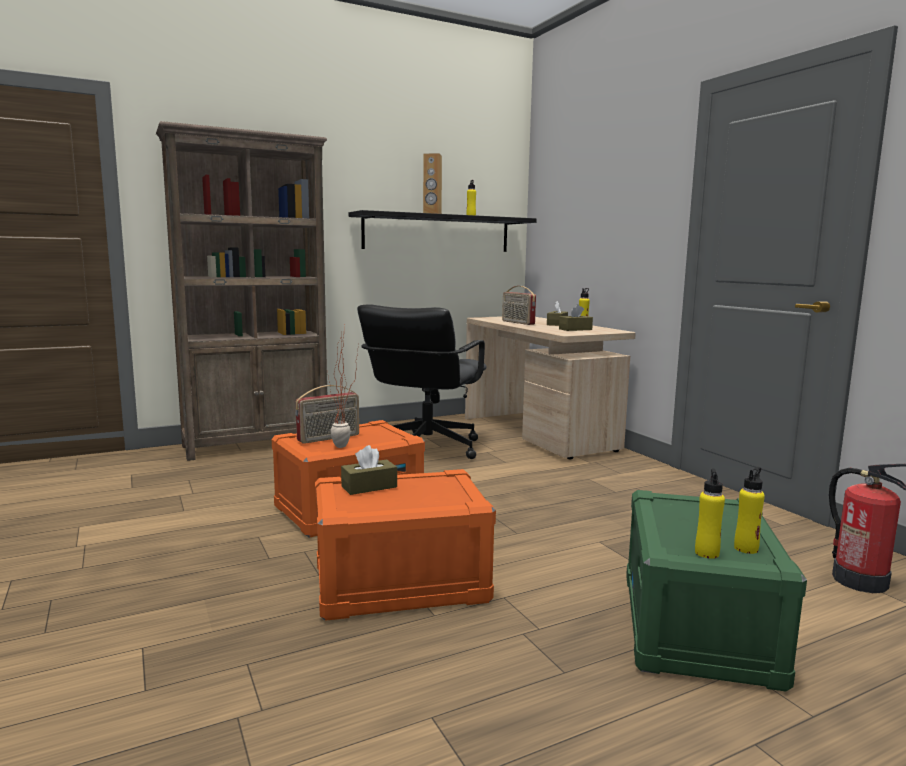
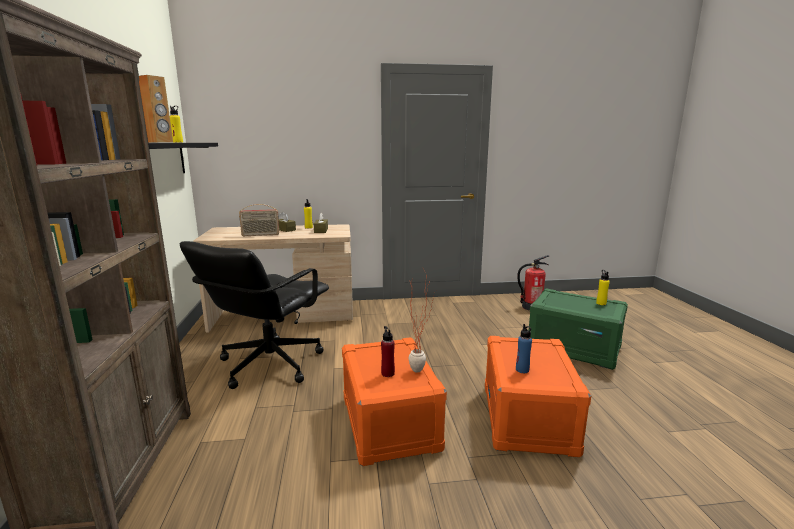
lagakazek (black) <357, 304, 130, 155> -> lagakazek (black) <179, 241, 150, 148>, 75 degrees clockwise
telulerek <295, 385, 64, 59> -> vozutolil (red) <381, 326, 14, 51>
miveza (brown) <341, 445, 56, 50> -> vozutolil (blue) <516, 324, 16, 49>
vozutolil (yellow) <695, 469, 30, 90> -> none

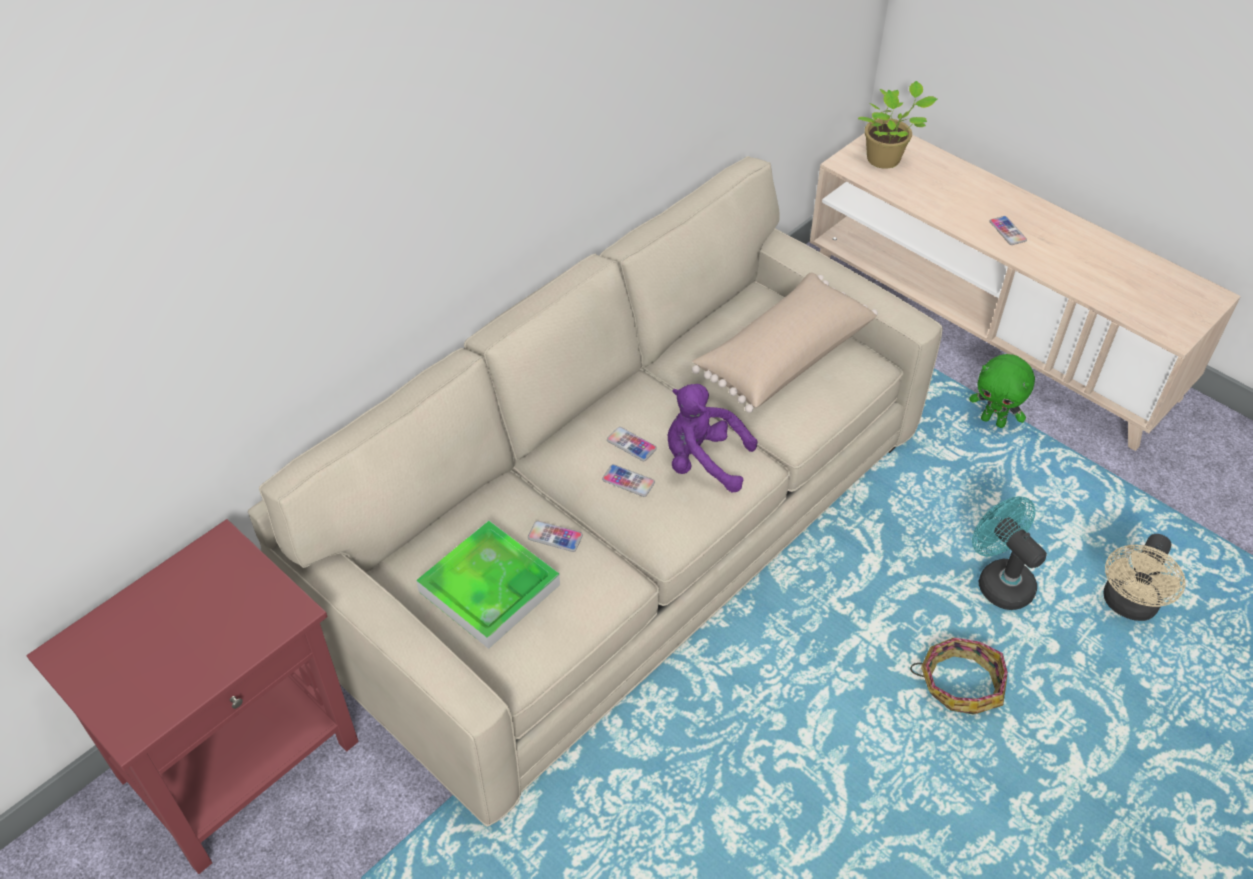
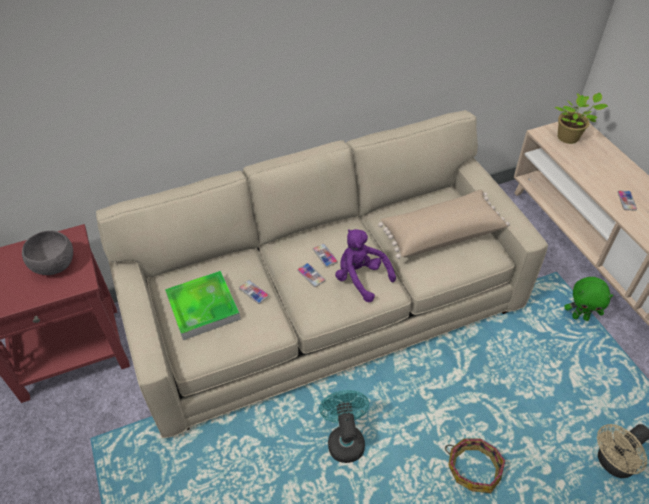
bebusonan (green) <969, 354, 66, 74> -> bebusonan (green) <564, 277, 49, 44>, 45 degrees counterclockwise
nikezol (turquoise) <972, 496, 75, 114> -> nikezol (turquoise) <319, 390, 50, 73>, moved
none -> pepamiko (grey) <22, 230, 51, 45>

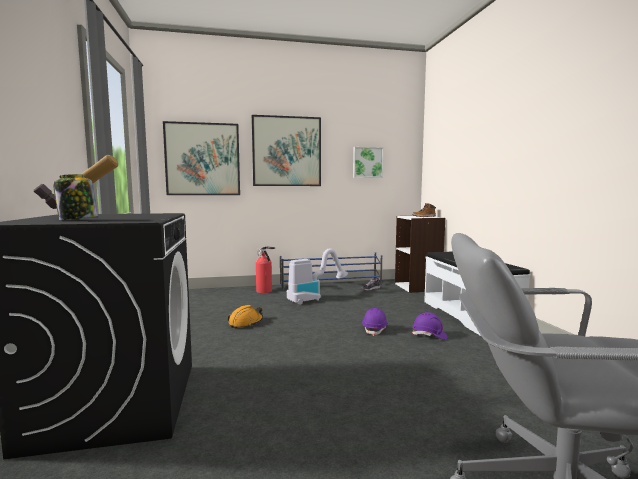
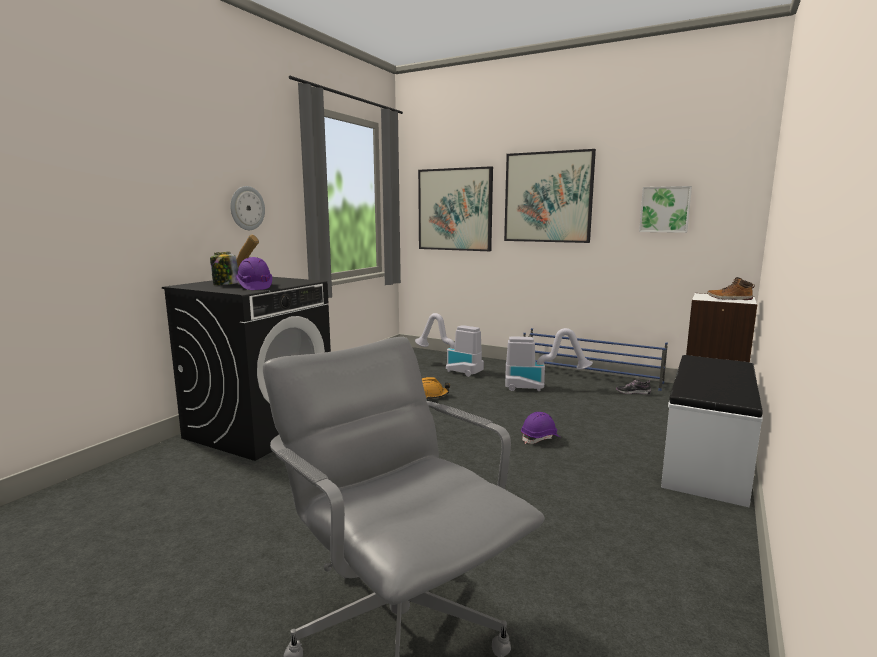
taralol <256, 246, 19, 47> -> none
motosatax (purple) <412, 312, 35, 28> -> motosatax (purple) <236, 257, 36, 33>, moved
none -> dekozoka <230, 186, 35, 44>
none -> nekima <415, 313, 69, 64>

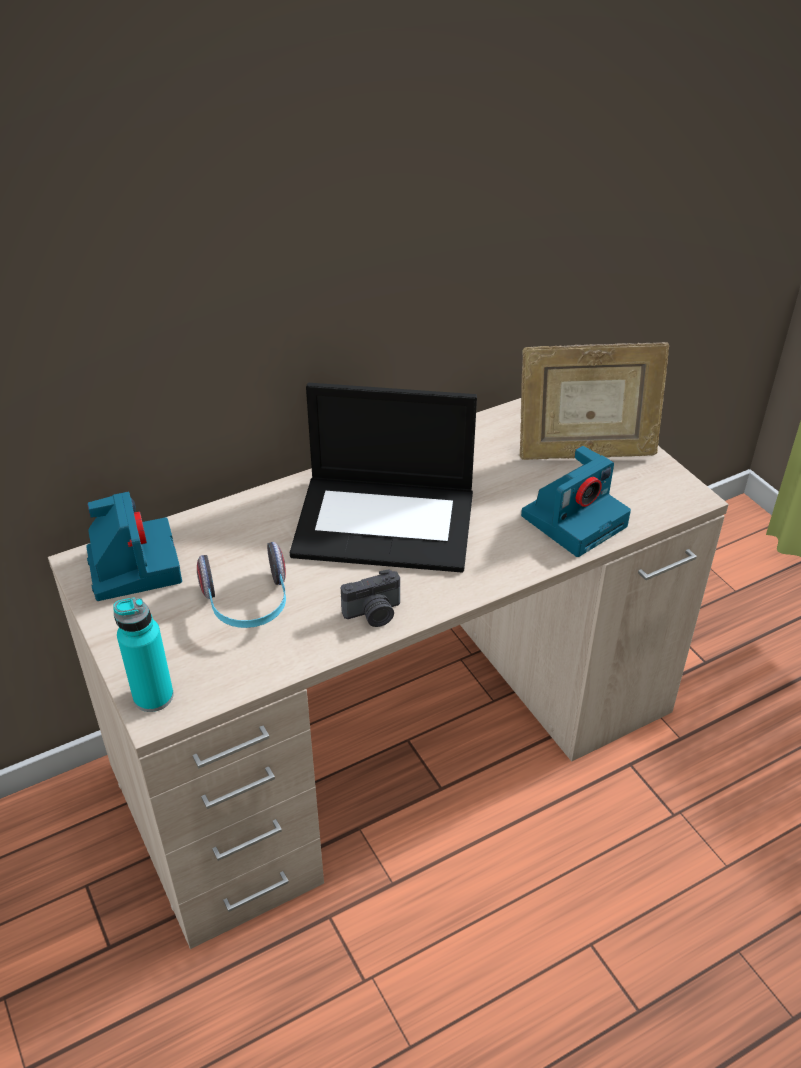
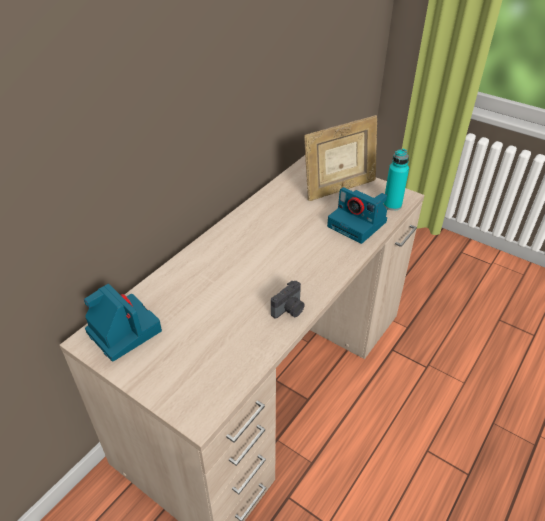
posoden <290, 383, 187, 189> -> none
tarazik <521, 446, 110, 111> -> tarazik <327, 187, 60, 57>, 105 degrees clockwise
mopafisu <197, 542, 89, 86> -> none
vozutolil (turquoise) <113, 597, 61, 115> -> vozutolil (turquoise) <383, 149, 26, 62>, moved

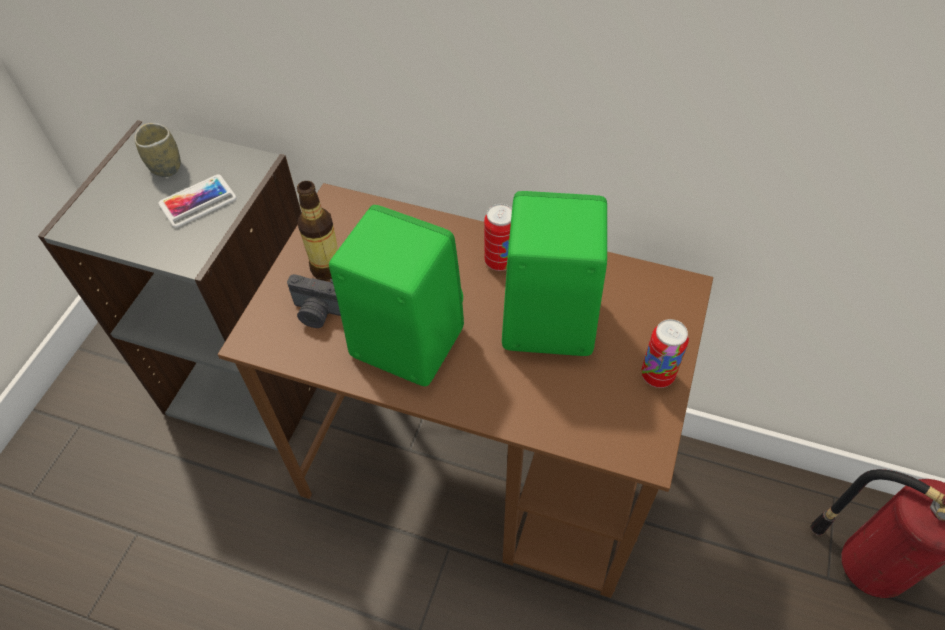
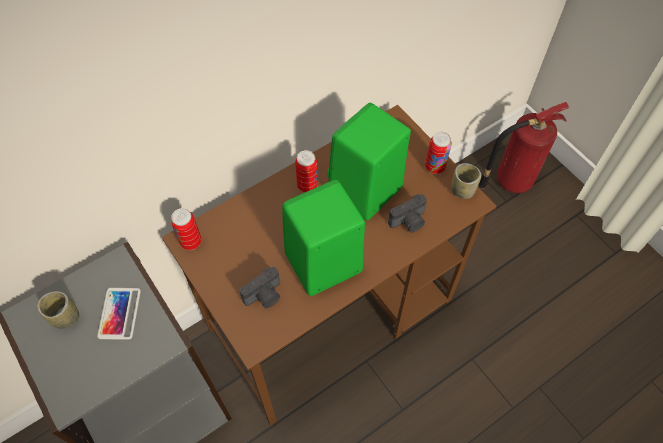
vozutolil <297, 181, 41, 100> -> none
none -> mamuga <451, 163, 30, 36>
none -> tarazik <388, 194, 39, 39>
none -> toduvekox <171, 208, 31, 42>

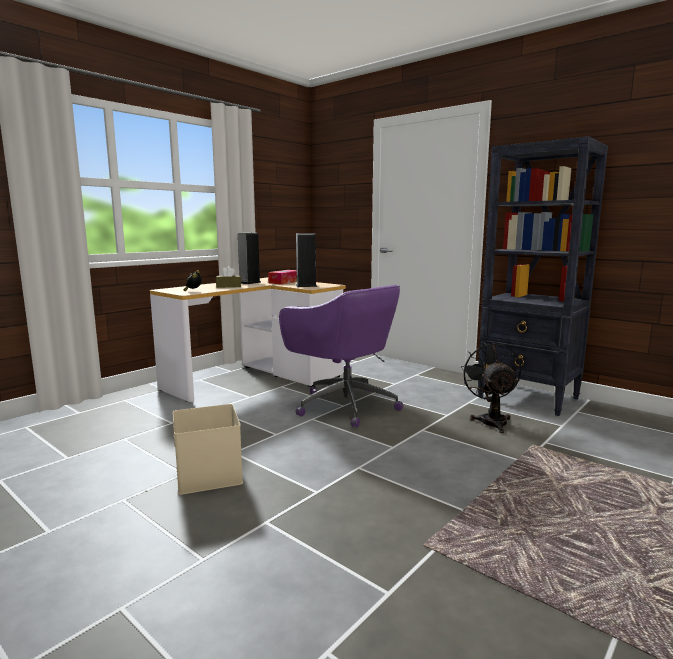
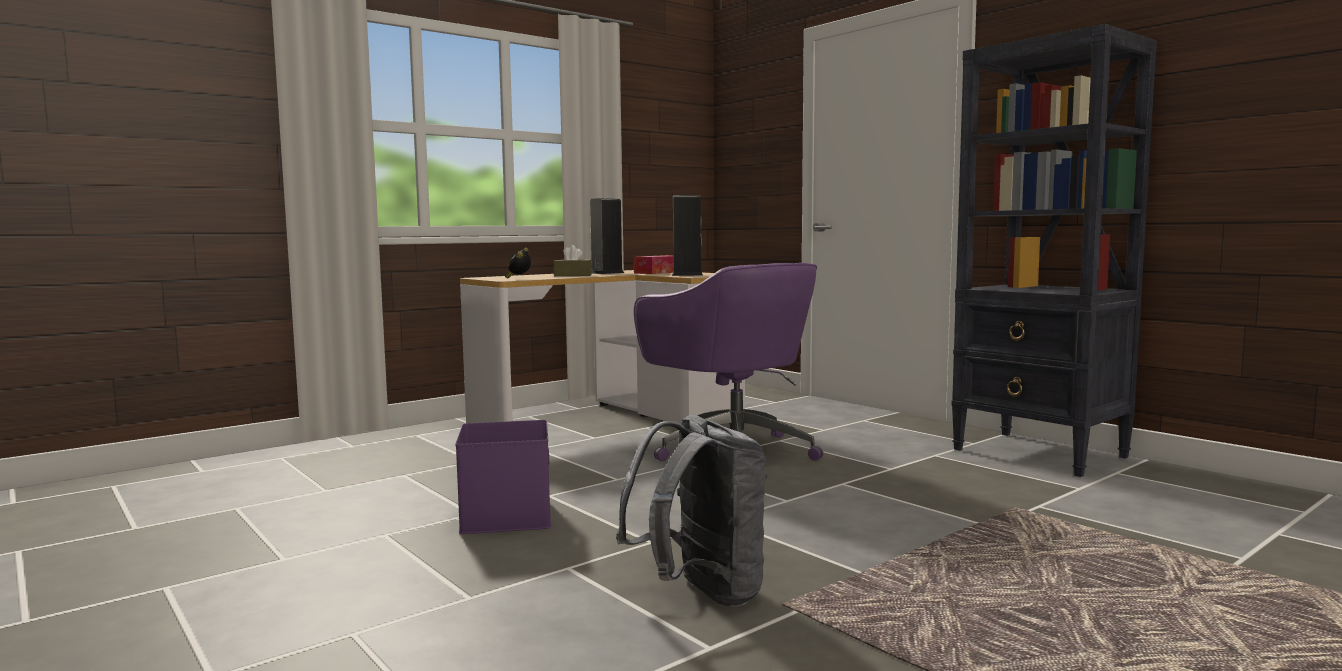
nikezol (black) <461, 342, 60, 91> -> none
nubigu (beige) <173, 404, 70, 91> -> nubigu (purple) <456, 420, 95, 114>
none -> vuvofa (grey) <616, 415, 151, 192>

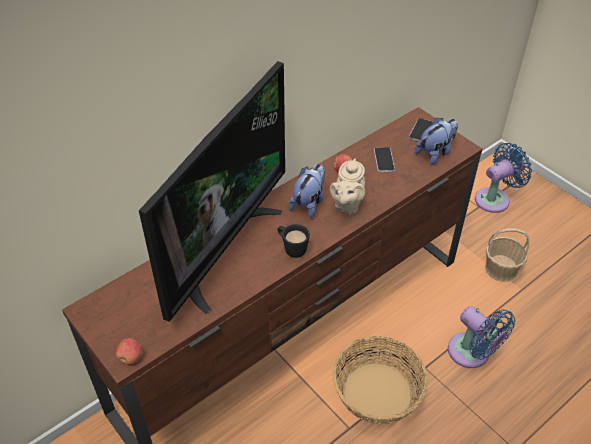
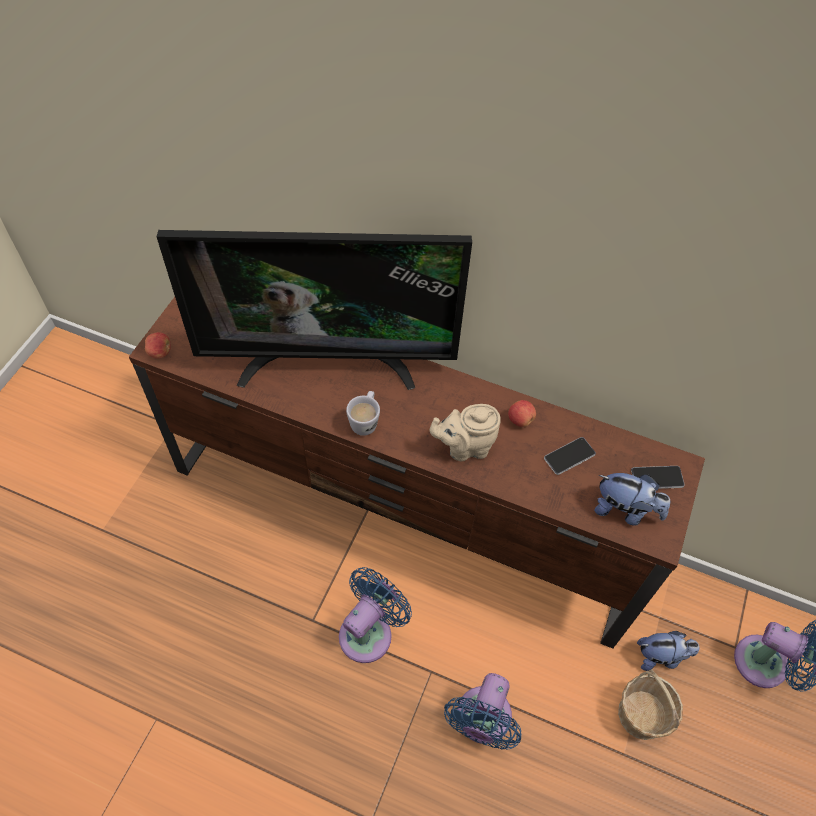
bebusonan <288, 164, 37, 54> -> bebusonan <637, 631, 62, 40>, moved
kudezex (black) <278, 224, 32, 34> -> kudezex (white) <346, 391, 34, 45>
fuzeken <333, 336, 95, 88> -> nikezol (blue) <339, 567, 73, 96>

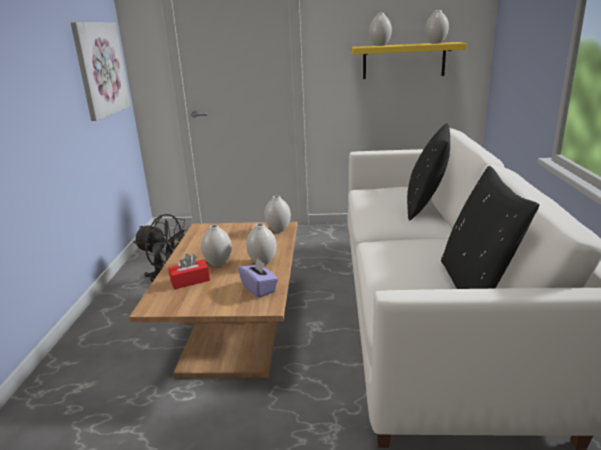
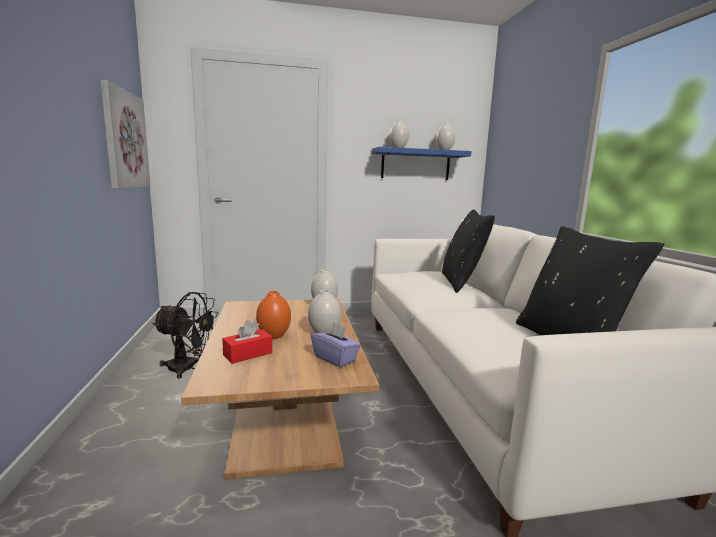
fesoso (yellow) <351, 42, 116, 37> -> fesoso (blue) <372, 147, 100, 33>
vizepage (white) <201, 225, 31, 41> -> vizepage (orange) <256, 291, 35, 48>

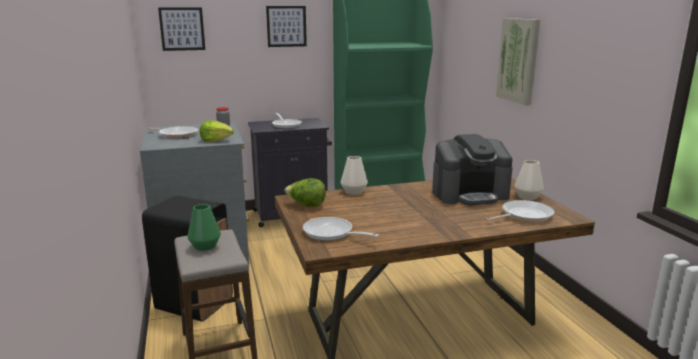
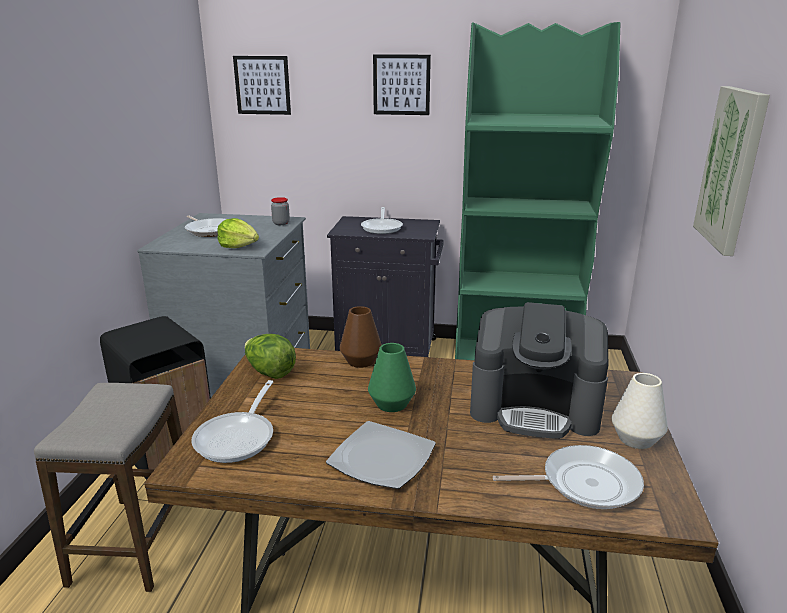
vizepage (white) <341, 156, 27, 39> -> vizepage (brown) <339, 306, 43, 62>
vizepage (green) <187, 204, 34, 47> -> vizepage (green) <368, 343, 48, 69>, moved
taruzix <303, 217, 76, 24> -> taruzix <191, 380, 82, 83>, 135 degrees counterclockwise
none -> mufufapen <326, 421, 110, 68>

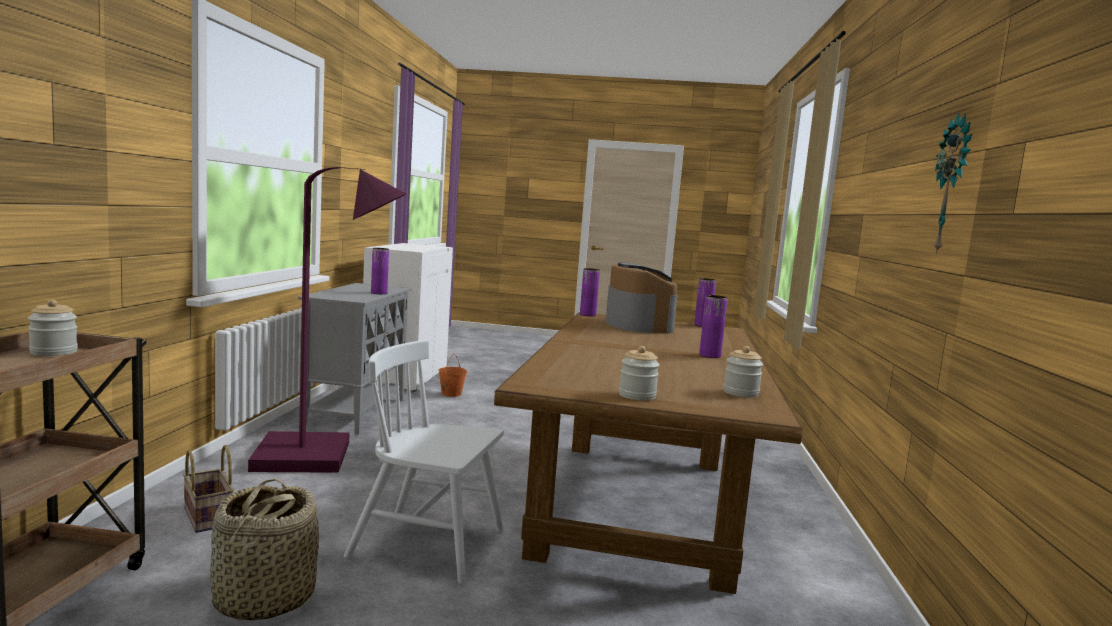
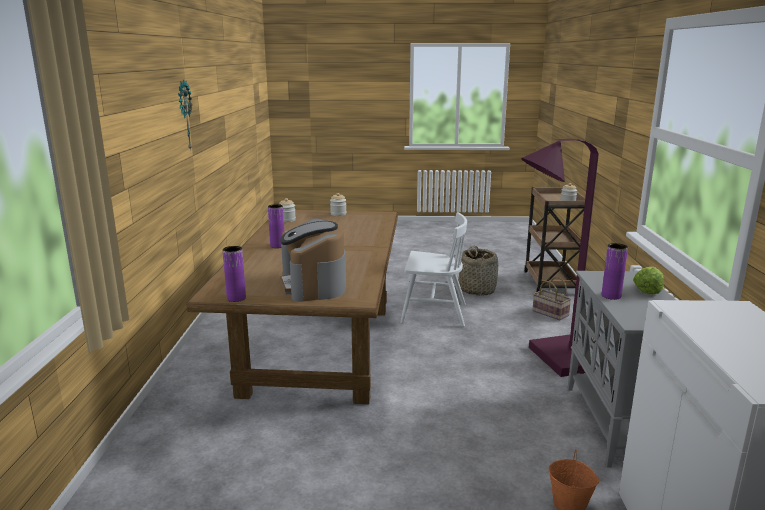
vizepage (purple) <580, 268, 20, 48> -> none
none -> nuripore <633, 267, 31, 27>

